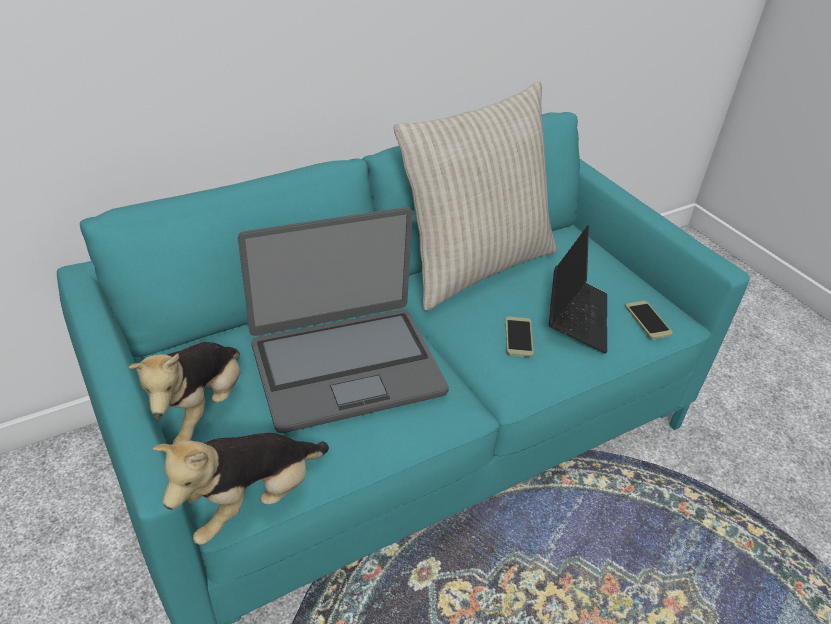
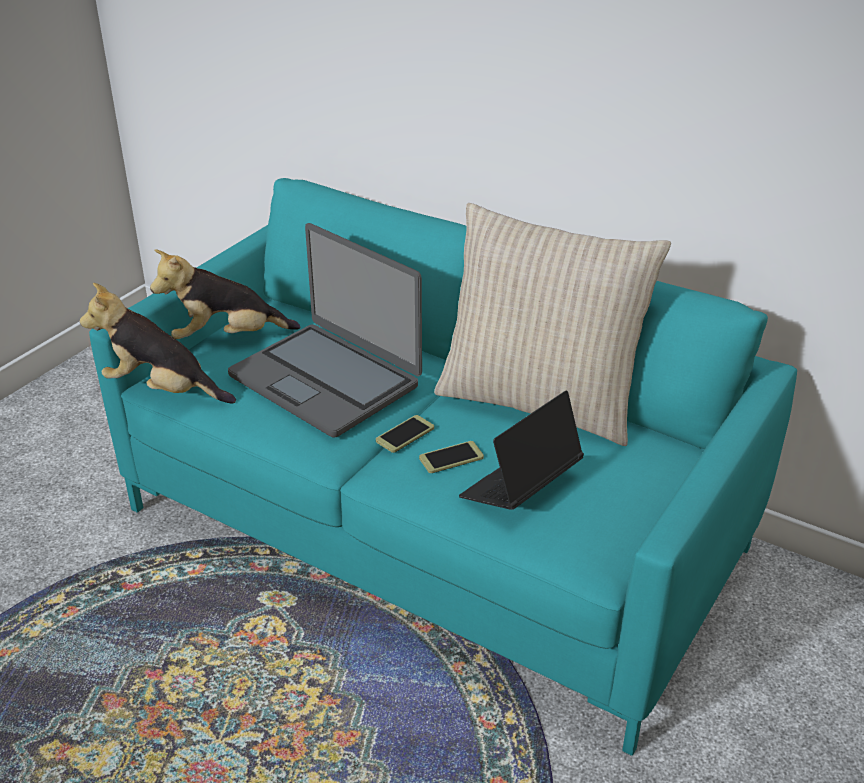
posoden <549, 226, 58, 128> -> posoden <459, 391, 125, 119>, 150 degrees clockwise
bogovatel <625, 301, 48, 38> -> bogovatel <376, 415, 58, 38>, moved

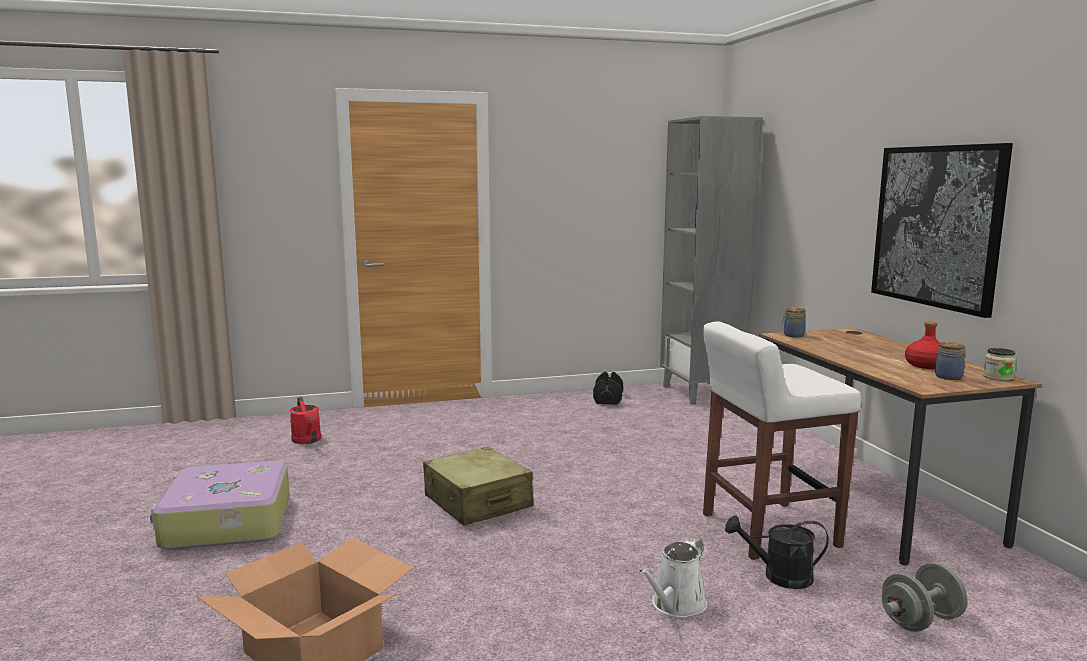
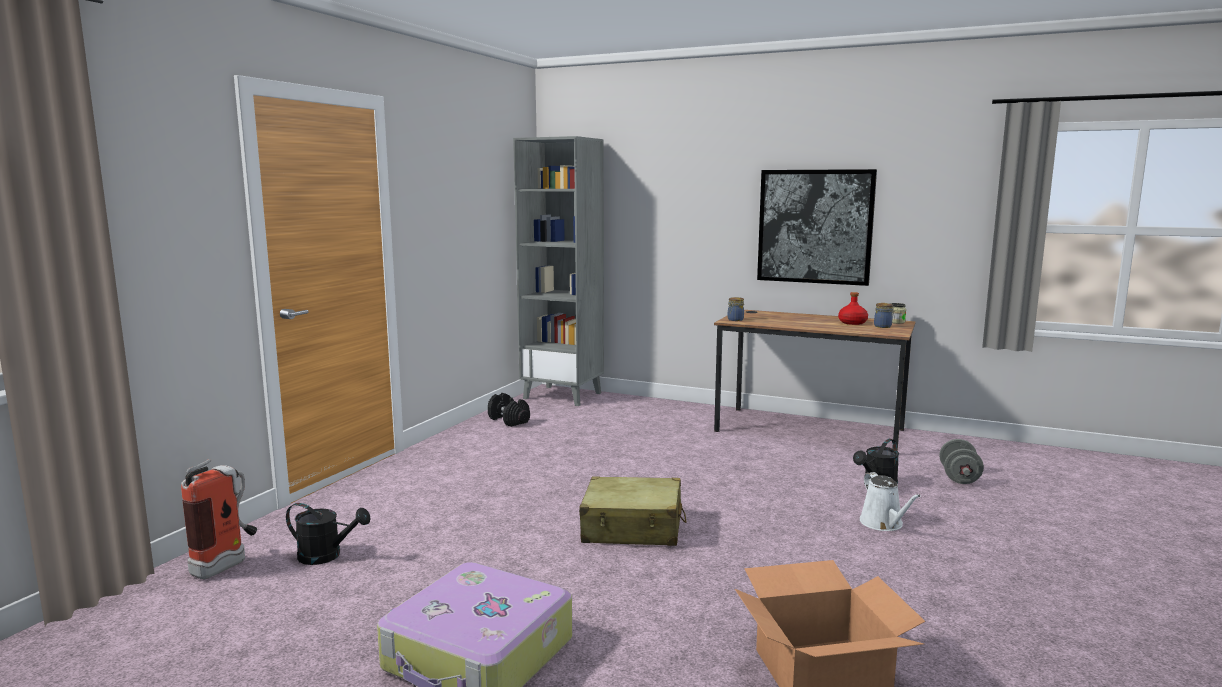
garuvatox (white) <702, 321, 160, 239> -> none
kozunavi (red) <290, 397, 31, 47> -> kozunavi (black) <286, 503, 85, 62>
none -> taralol <181, 459, 76, 120>

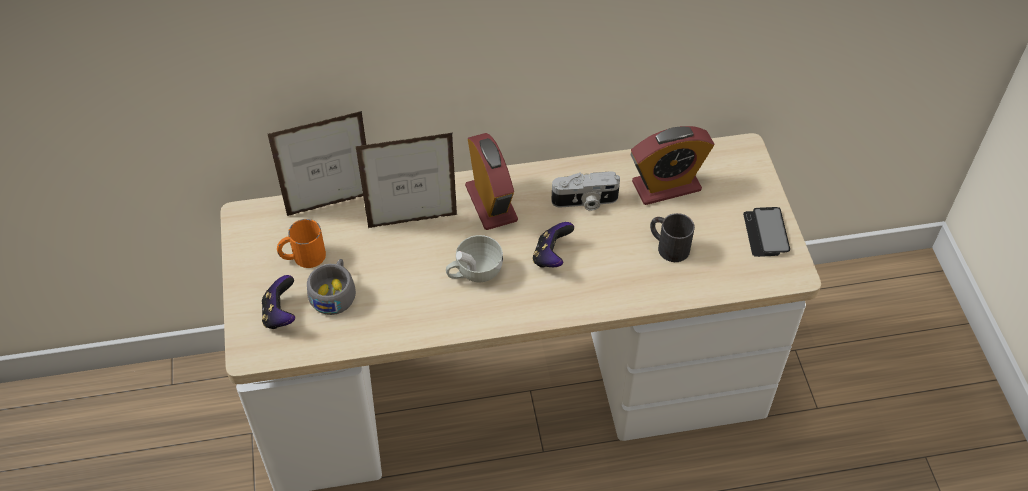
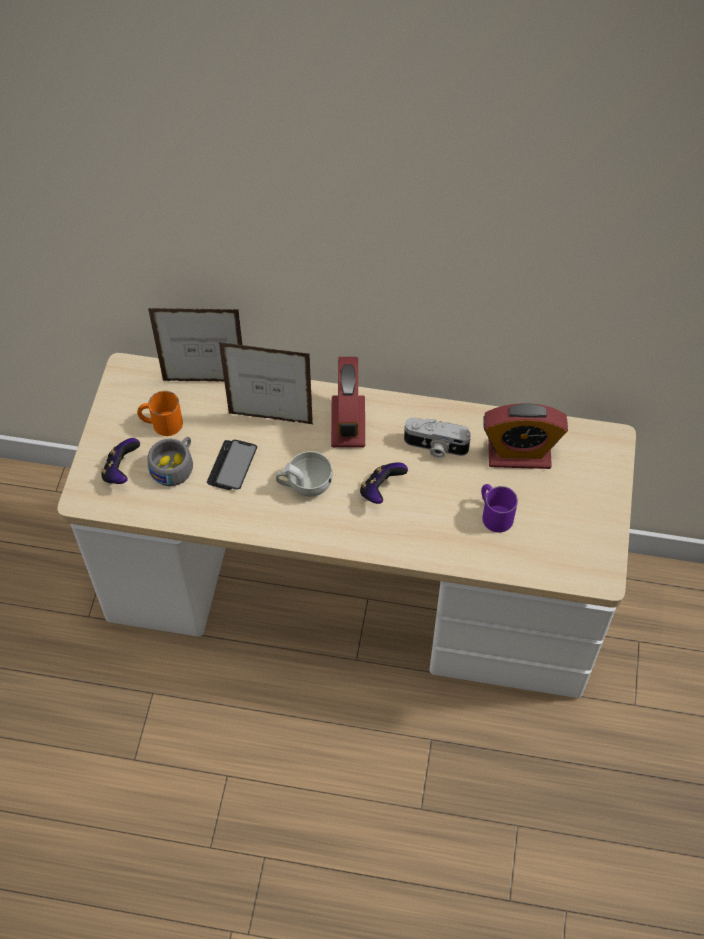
bogovatel <743, 207, 47, 50> -> bogovatel <207, 440, 50, 50>, moved
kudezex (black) <650, 213, 45, 49> -> kudezex (purple) <481, 484, 37, 49>

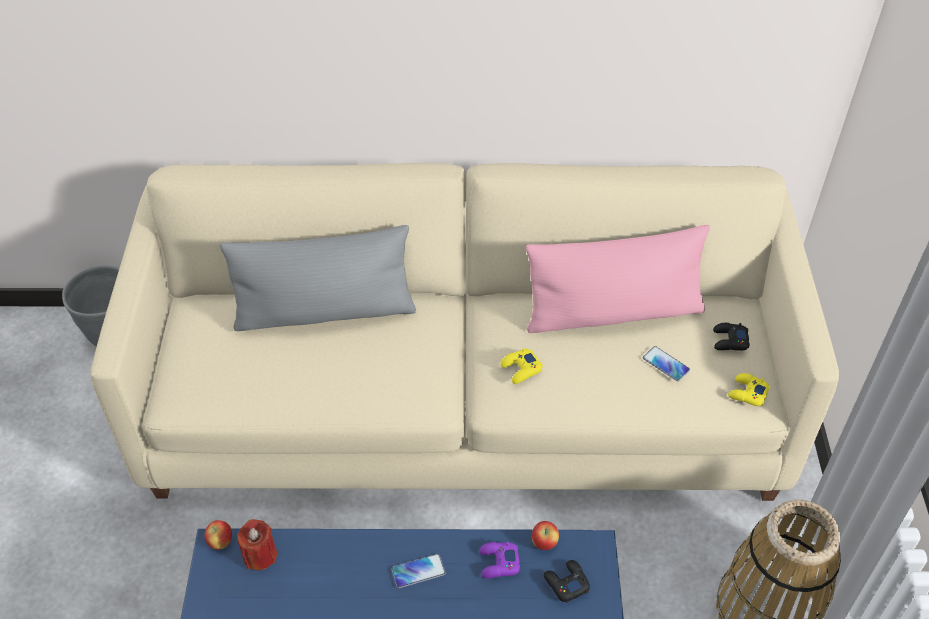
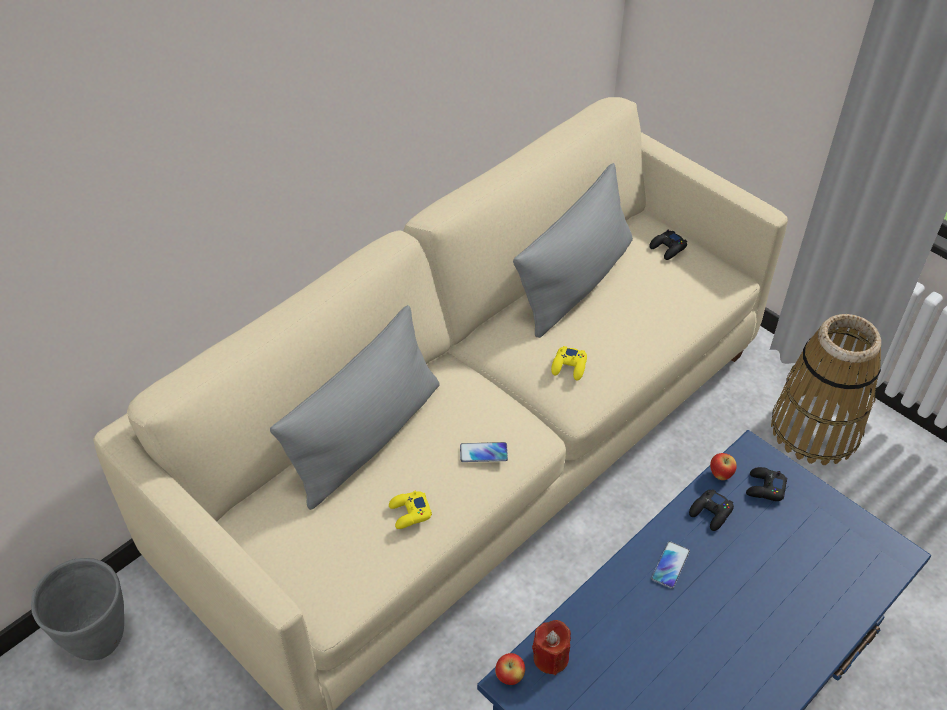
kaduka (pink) <526, 225, 184, 108> -> kaduka (grey) <513, 163, 120, 175>
bogovatel <643, 346, 47, 35> -> bogovatel <460, 442, 48, 20>, moved
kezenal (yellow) <728, 373, 42, 33> -> kezenal (yellow) <389, 491, 43, 38>, moved
kezenal (purple) <479, 542, 41, 37> -> kezenal (black) <689, 489, 45, 42>

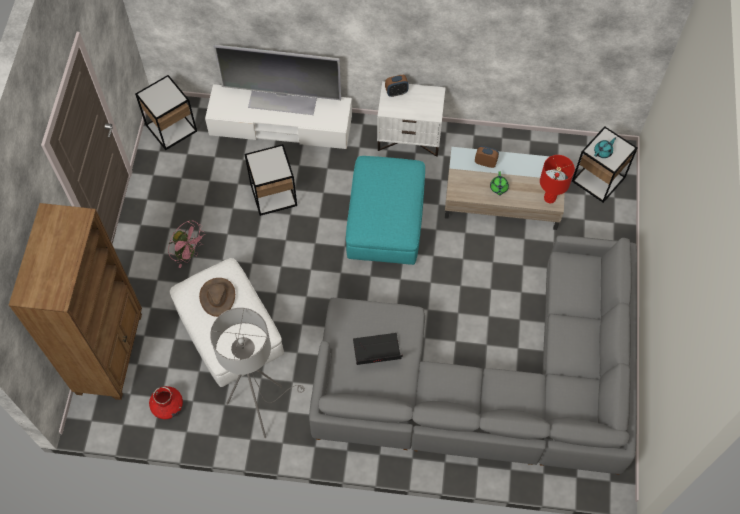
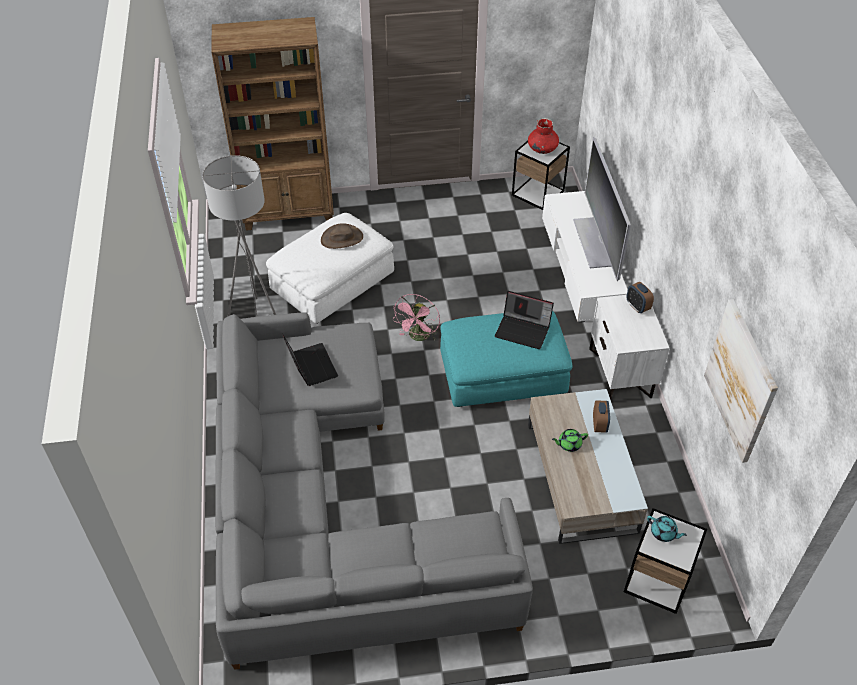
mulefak <244, 144, 53, 72> -> none
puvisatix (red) <540, 155, 35, 48> -> none
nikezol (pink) <168, 220, 38, 48> -> nikezol (pink) <392, 294, 48, 47>, moved
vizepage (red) <149, 386, 34, 33> -> vizepage (red) <528, 118, 31, 36>, moved
none -> posoden <495, 291, 59, 58>
none -> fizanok <704, 299, 74, 164>

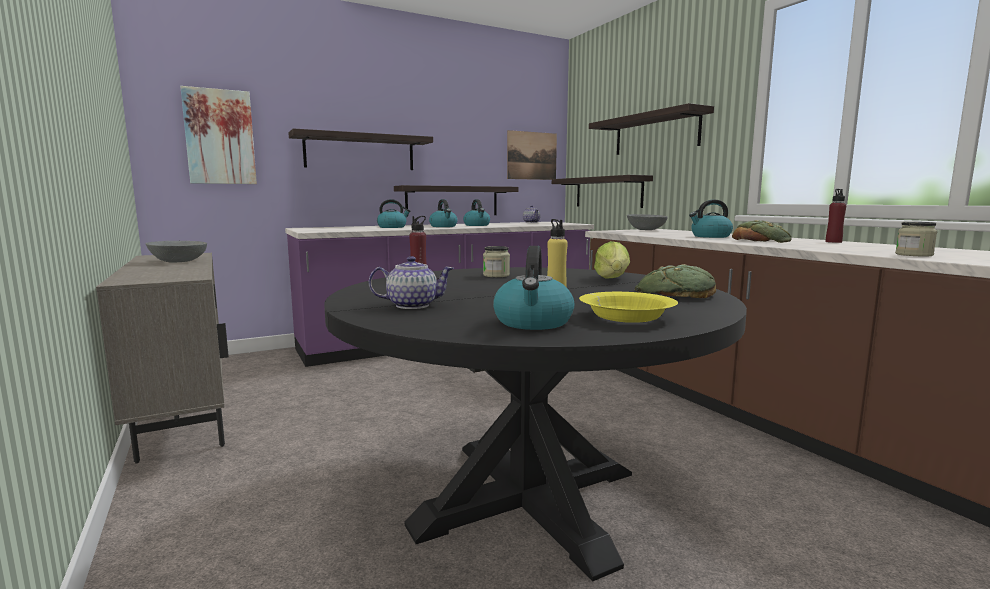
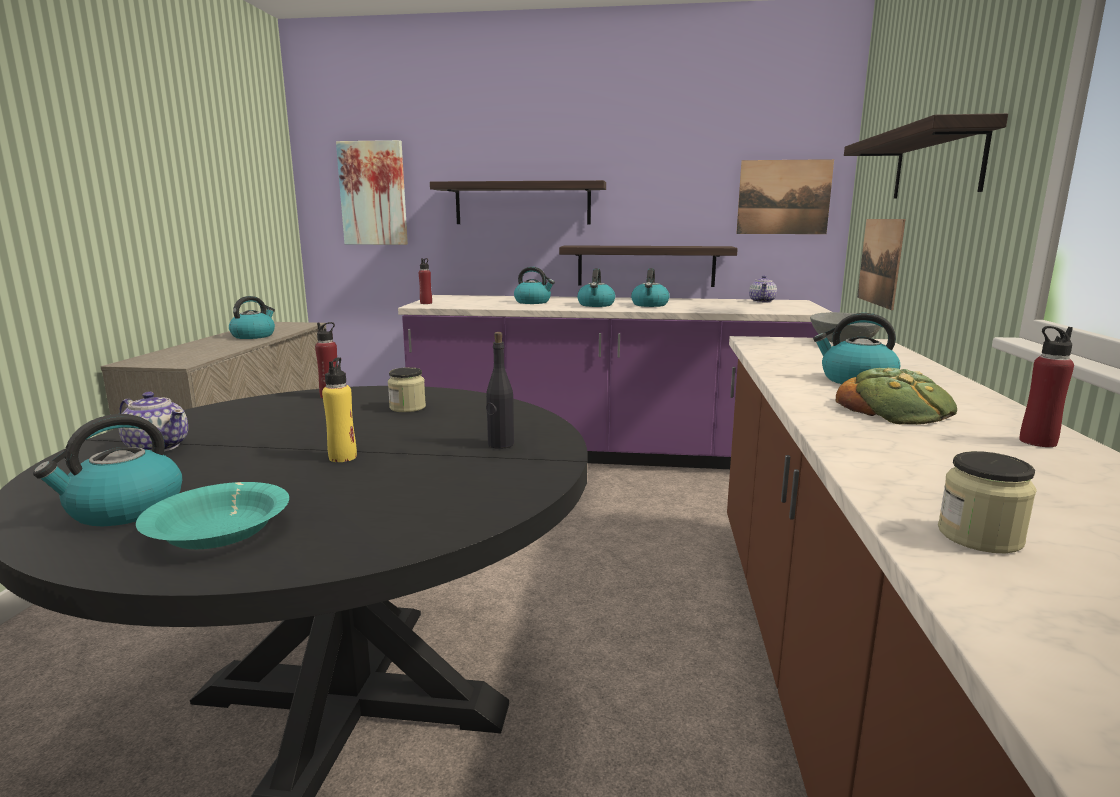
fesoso <552, 175, 101, 33> -> fizanok <857, 219, 49, 91>
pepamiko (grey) <146, 241, 61, 22> -> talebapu <229, 296, 46, 43>
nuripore <594, 241, 36, 37> -> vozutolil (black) <486, 332, 28, 117>
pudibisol <635, 264, 81, 34> -> none
pepamiko (yellow) <579, 292, 99, 31> -> pepamiko (turquoise) <136, 482, 153, 67>
none -> vozutolil (red) <418, 258, 14, 46>

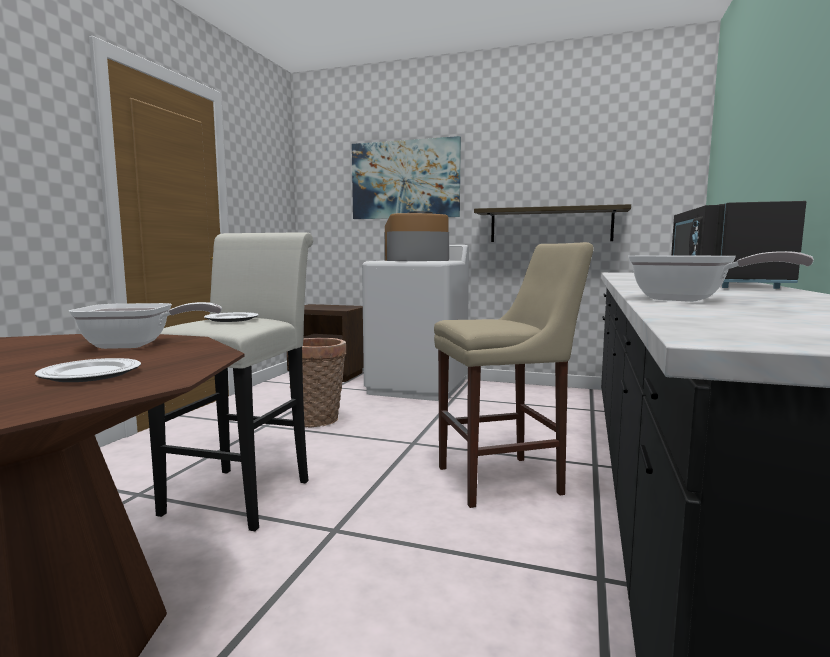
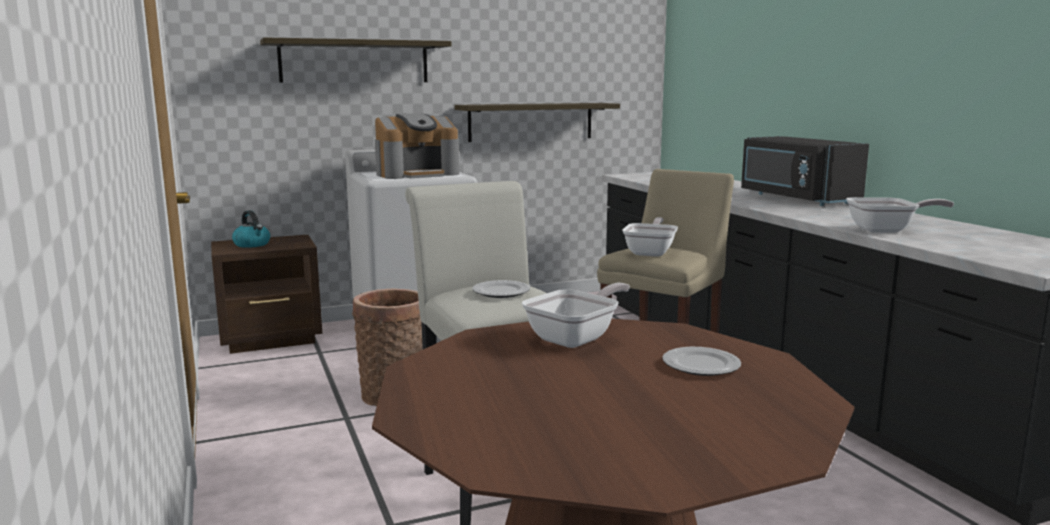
fizanok <352, 136, 109, 83> -> fesoso <260, 37, 191, 45>
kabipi <384, 211, 65, 50> -> kabipi <375, 114, 85, 65>, 150 degrees counterclockwise
none -> talebapu <232, 210, 38, 38>
none -> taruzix <622, 217, 56, 40>

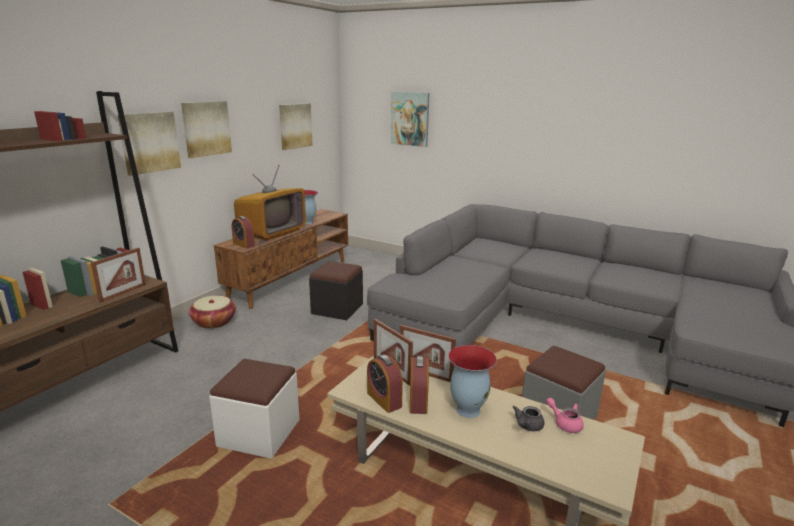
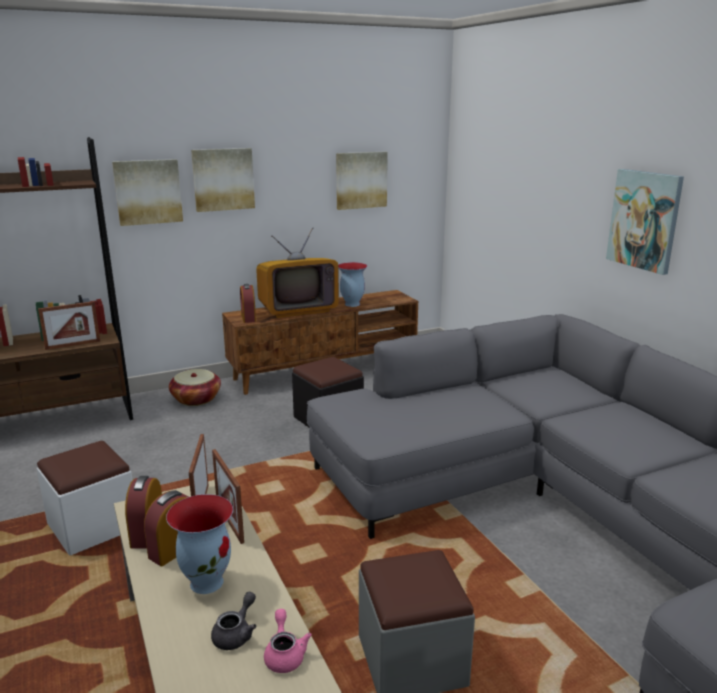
fizanok <391, 92, 38, 55> -> fizanok <606, 169, 78, 106>, moved
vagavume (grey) <512, 406, 32, 25> -> vagavume (grey) <211, 592, 45, 58>, 135 degrees clockwise

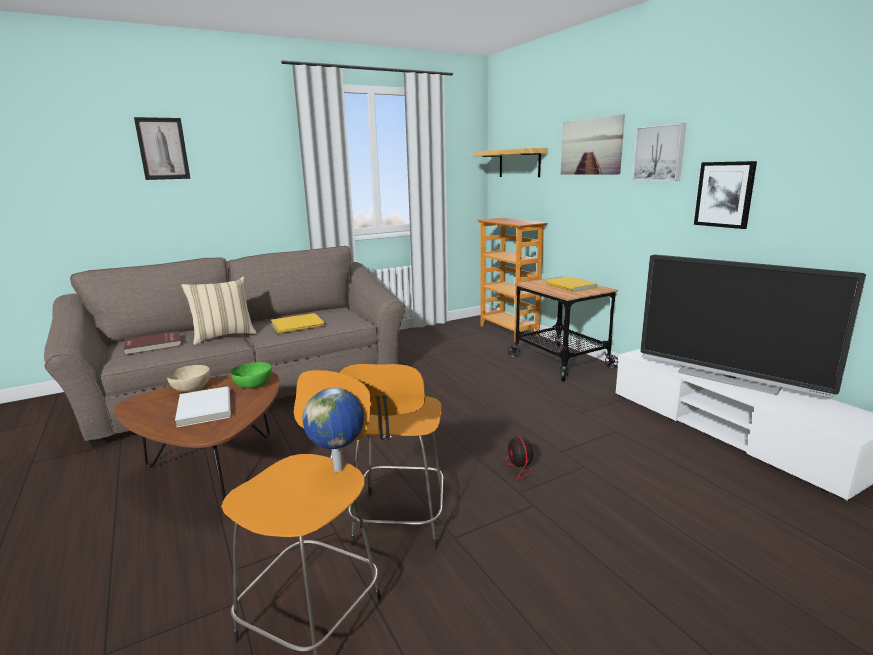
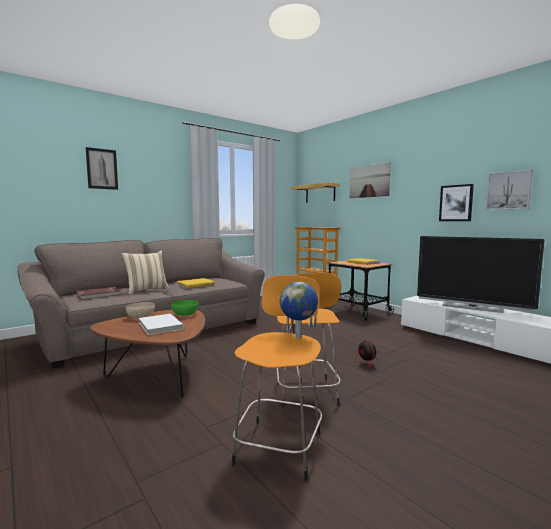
fizanok <632, 123, 54, 58> -> fizanok <486, 170, 47, 40>, moved

